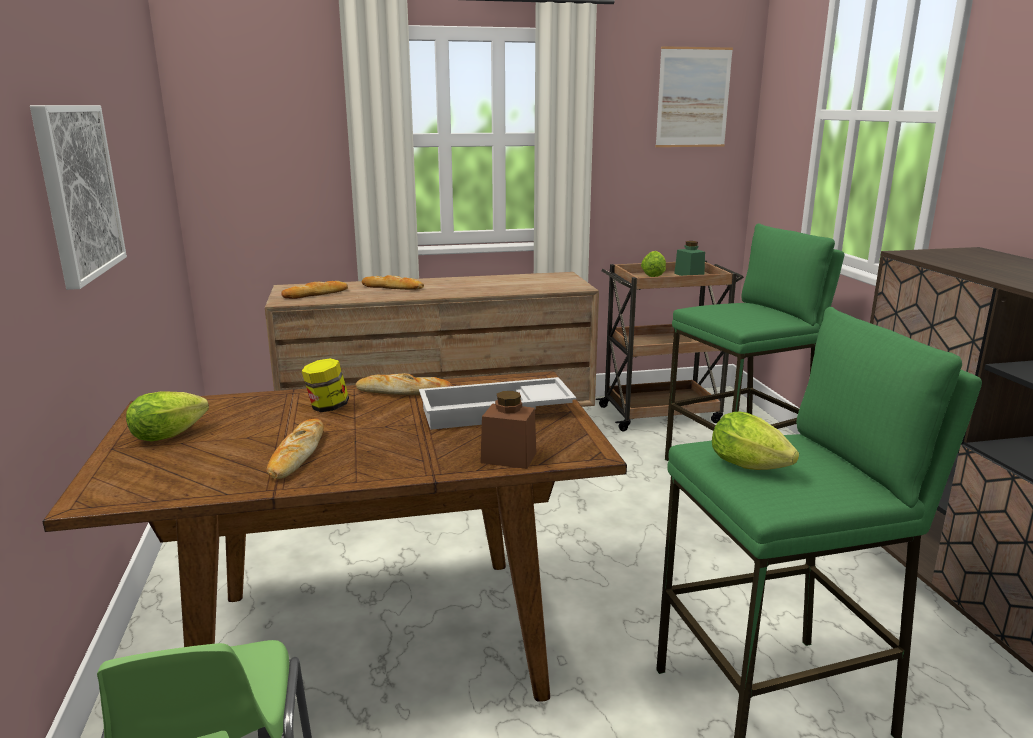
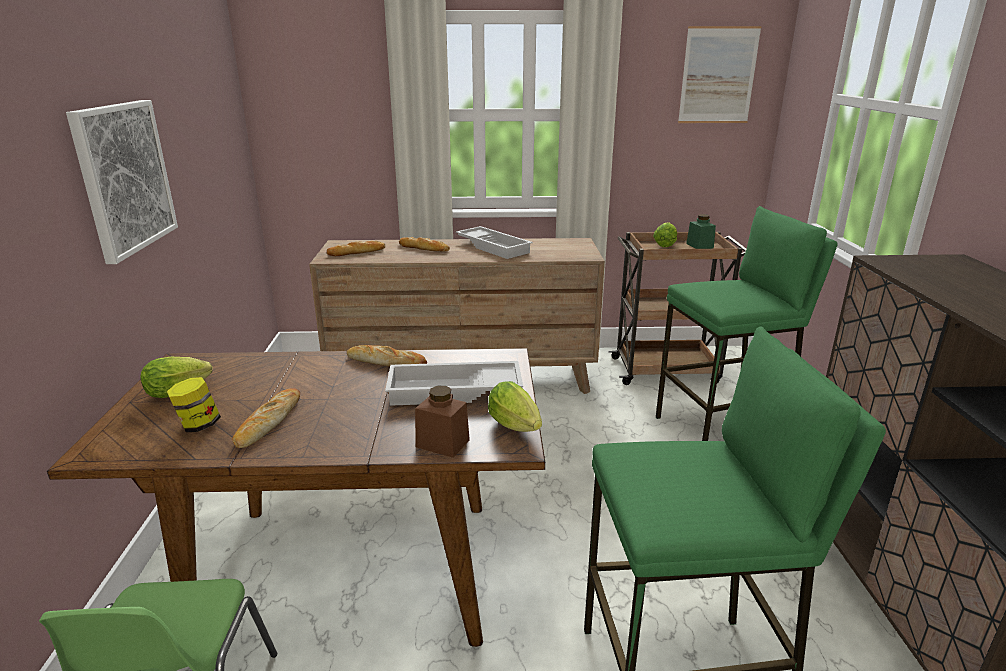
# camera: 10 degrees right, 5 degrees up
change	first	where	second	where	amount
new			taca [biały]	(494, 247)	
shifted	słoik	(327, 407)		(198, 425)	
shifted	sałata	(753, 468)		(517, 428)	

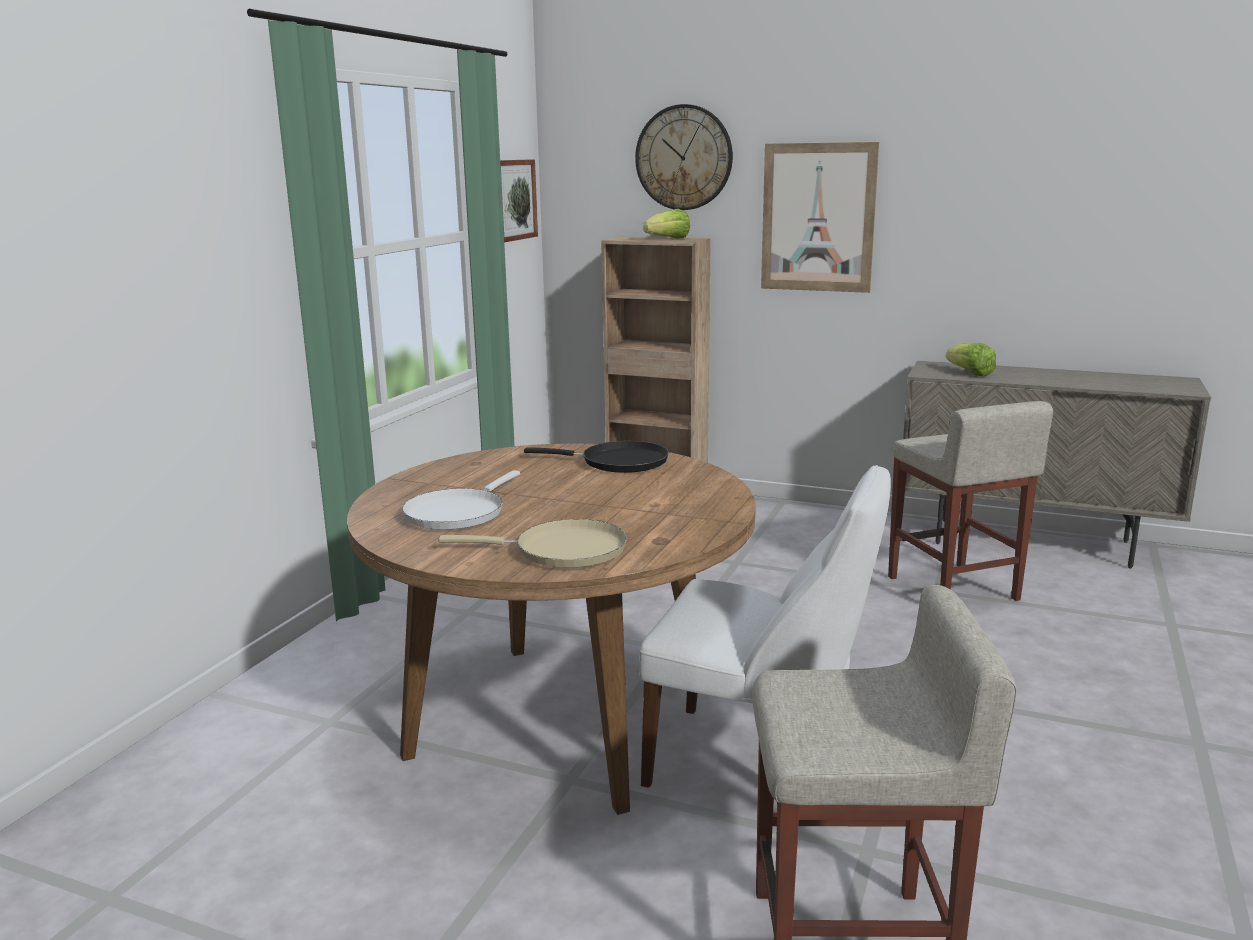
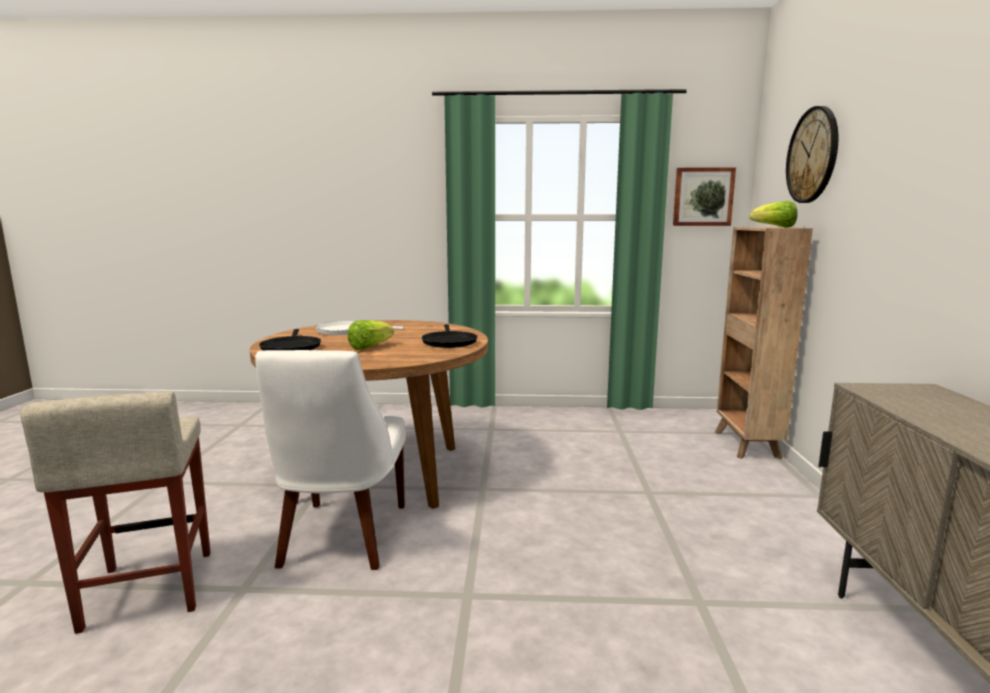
# camera: 70 degrees right, 5 degrees down
change	first	where	second	where	amount
gone	obraz	(818, 218)			
gone	stołek [beżowy]	(953, 589)			
shifted	sałata	(969, 373)		(369, 347)	
repainted	patelnia [beżowy]	(562, 550)	patelnia [czarny]	(291, 347)	

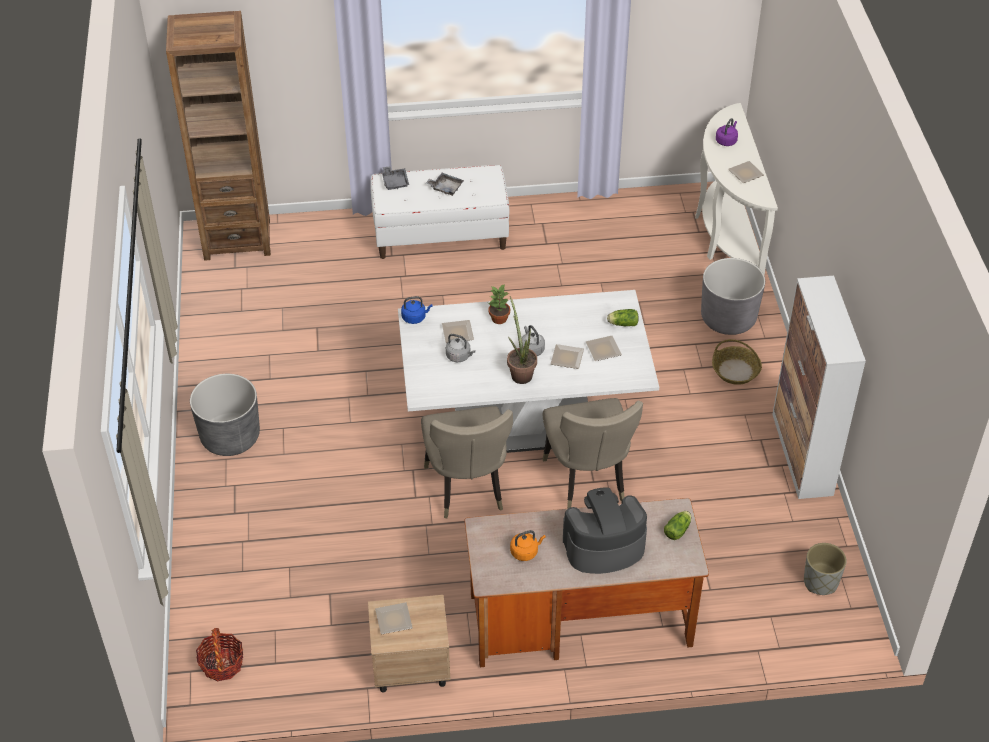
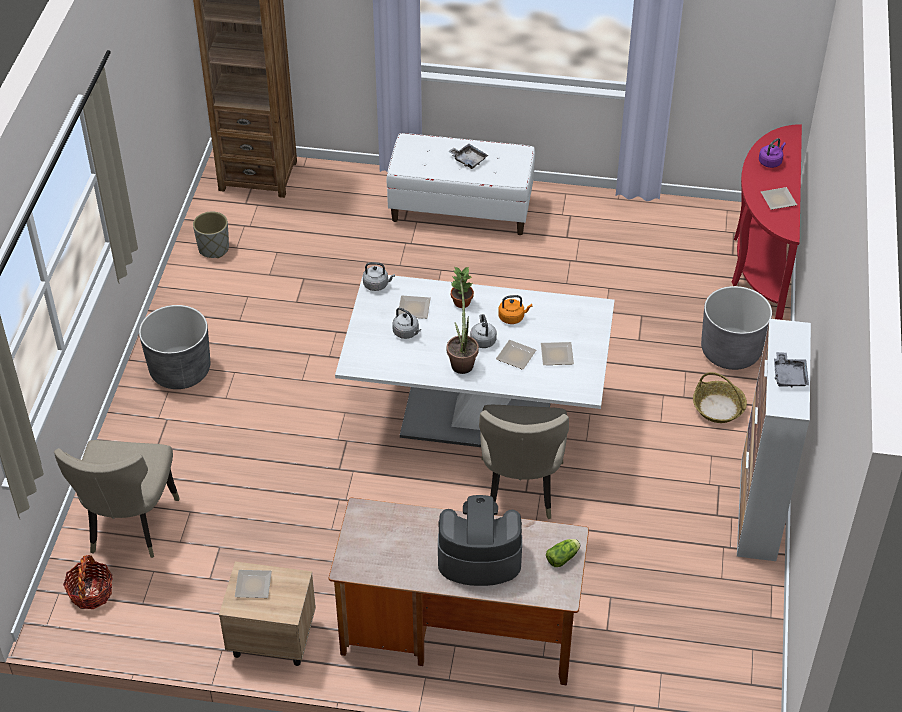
# camera: 15 degrees right, 0 degrees up
change	first	where	second	where	amount
gone	sałata	(622, 323)			
shifted	taca [szary]	(395, 182)		(789, 376)	
shifted	krzesło [beżowy]	(468, 489)		(129, 528)	
shifted	czajnik [pomarańczowy]	(525, 552)		(512, 317)	
shifted	donica [szary]	(820, 582)		(213, 249)	
repainted	czajnik [niebieski]	(415, 317)	czajnik [szary]	(377, 285)	
repainted	stolik konsolowy [biały]	(725, 235)	stolik konsolowy [czerwony]	(760, 263)	

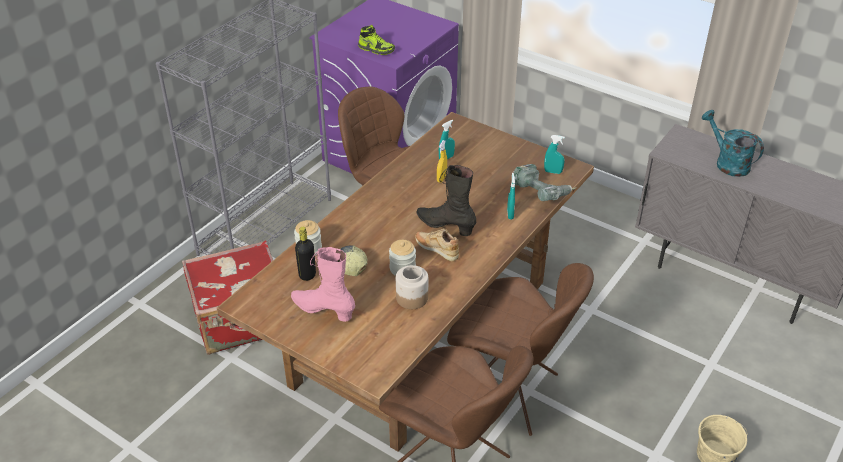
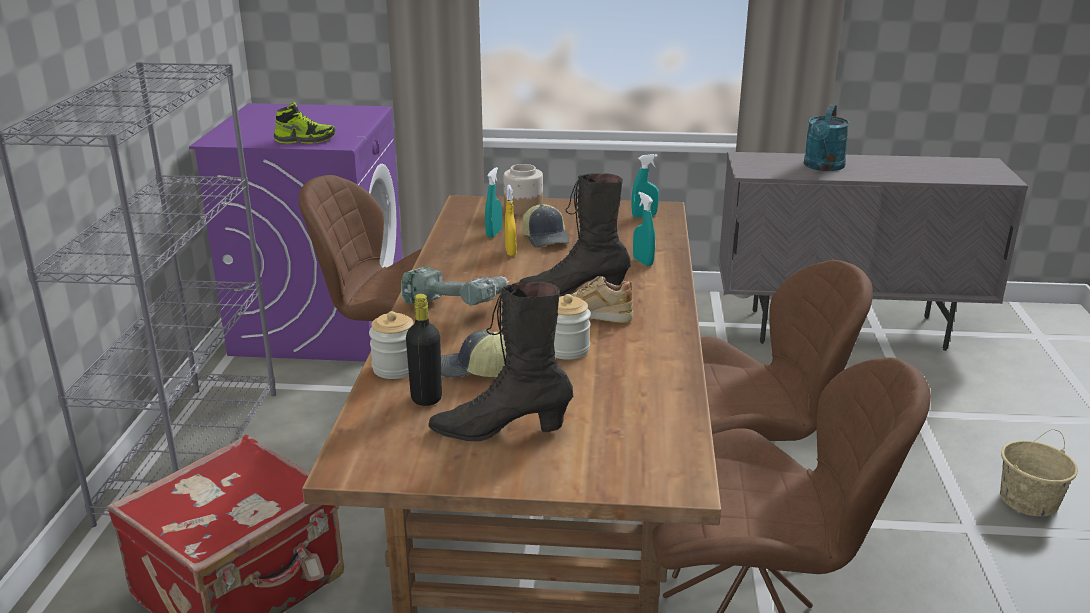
# camera: 30 degrees left, 15 degrees down
change	first	where	second	where	amount
new			czapka z daszkiem	(546, 238)	
shifted	słoik	(411, 298)		(523, 208)	
shifted	wiertarka	(542, 193)		(457, 306)	
repainted	but z cholewką [różowy]	(323, 310)	but z cholewką [czarny]	(500, 430)	
rotated	konewka [turkusowy]	(727, 163)		(823, 167)	90 degrees counterclockwise

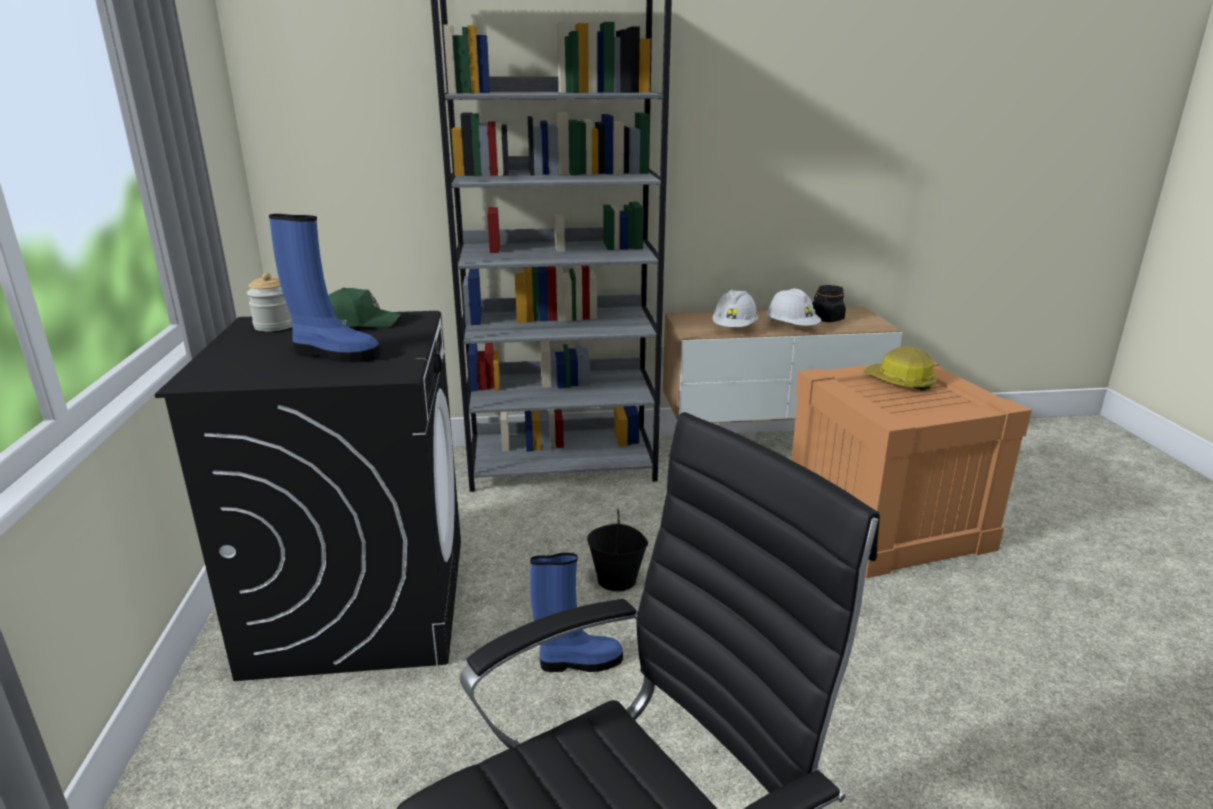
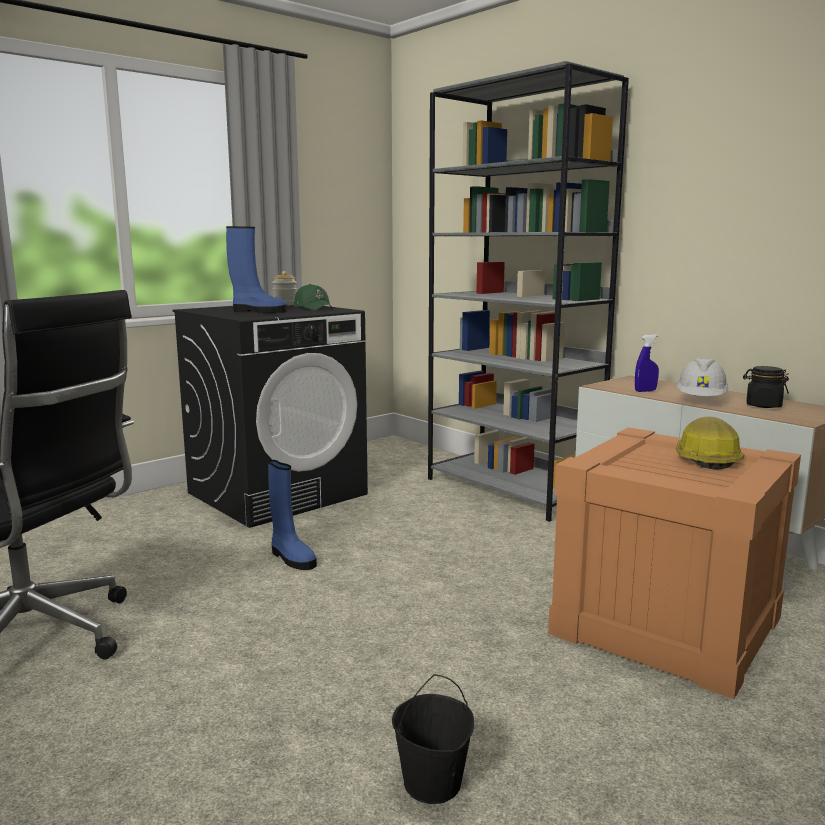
# camera: 55 degrees right, 10 degrees down
change	first	where	second	where	amount
shifted	wiadro [czarny]	(617, 580)		(433, 783)	
swapped	kask [biały]	(734, 329)	spryskiwacz [niebieski]	(645, 391)	
rotated	but z cholewką [niebieski]	(334, 354)		(258, 311)	60 degrees counterclockwise

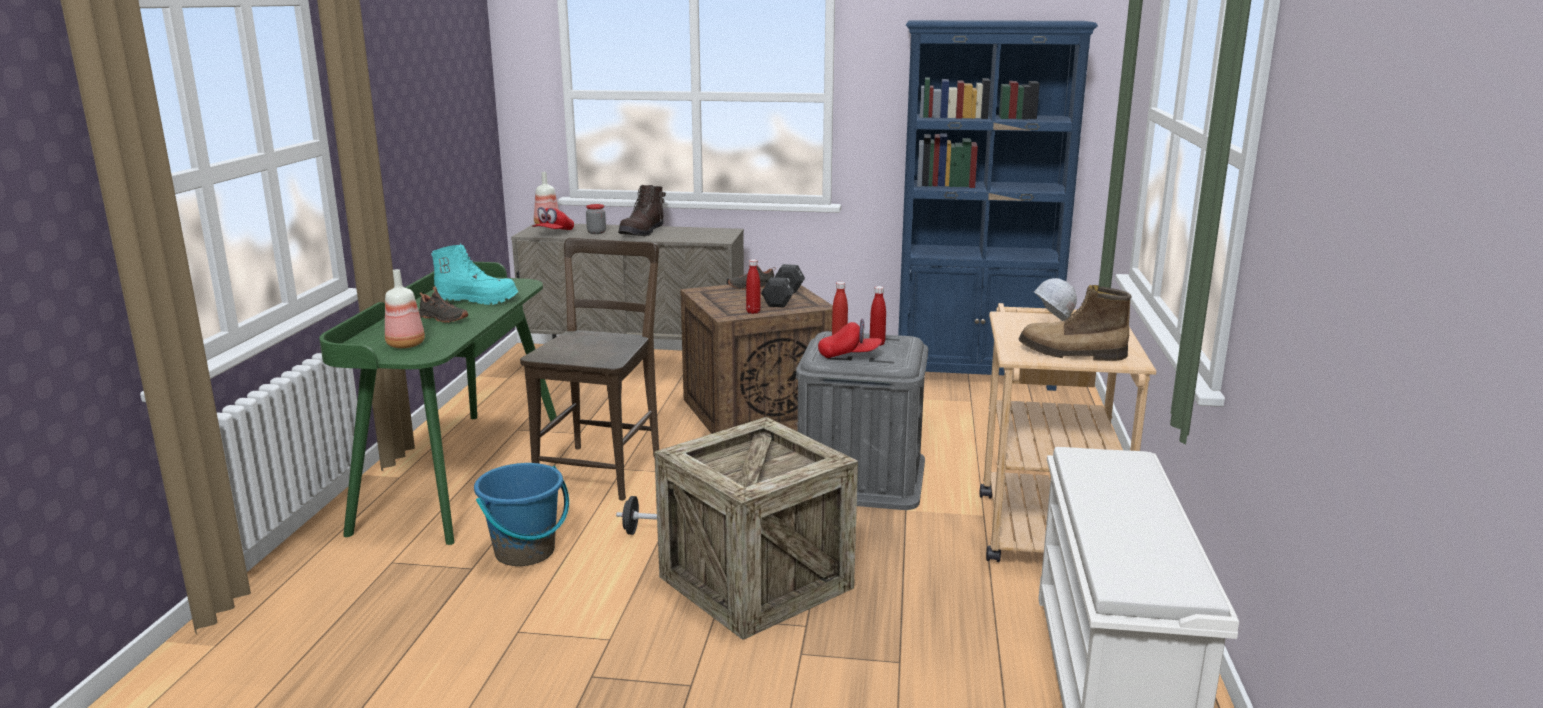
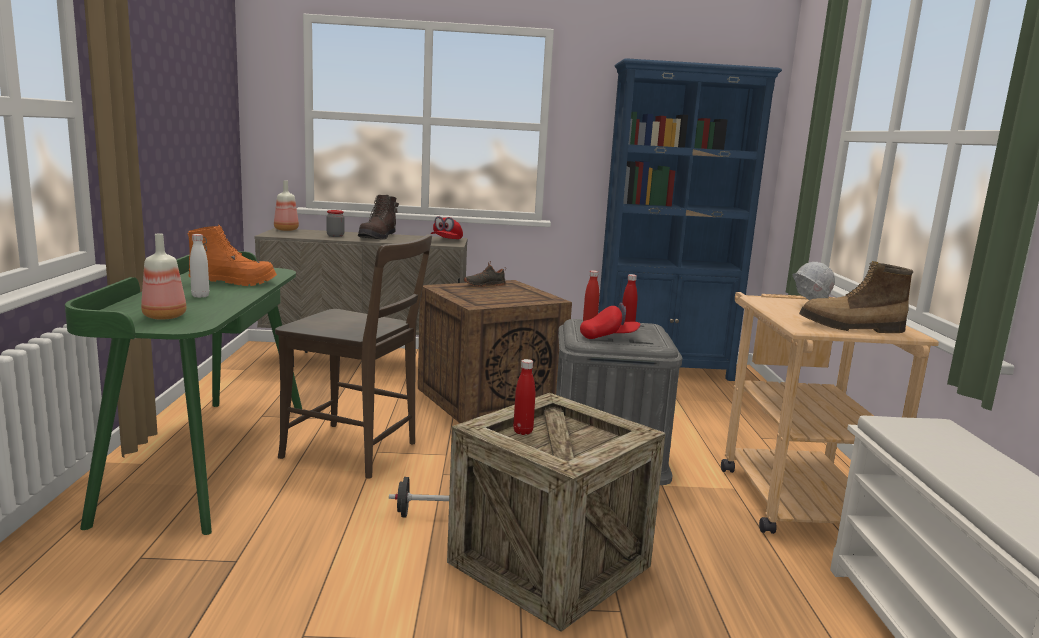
# camera: 10 degrees left, 5 degrees down
change	first	where	second	where	amount
gone	wiadro [niebieski]	(525, 552)			
gone	hantel [czarny]	(783, 298)			
shifted	czapka z daszkiem [czerwony]	(554, 233)		(446, 241)	
shifted	butelka [czerwony]	(753, 312)		(523, 431)	
swapped	but [czarny]	(442, 319)	butelka [biały]	(200, 296)	
repainted	but z cholewką [turkusowy]	(477, 300)	but z cholewką [pomarańczowy]	(233, 282)	
rotated	krzesło [brązowy]	(602, 469)		(356, 452)	105 degrees clockwise

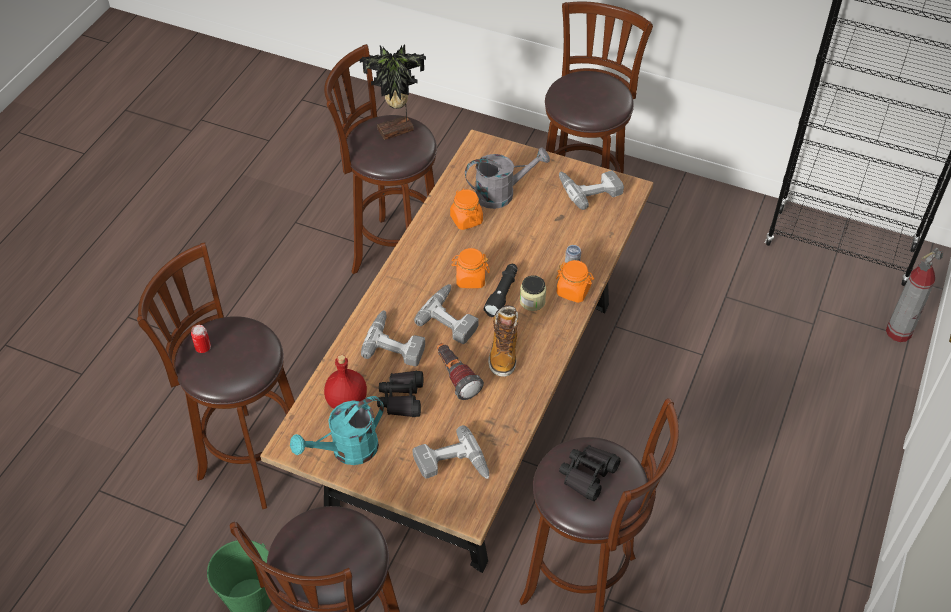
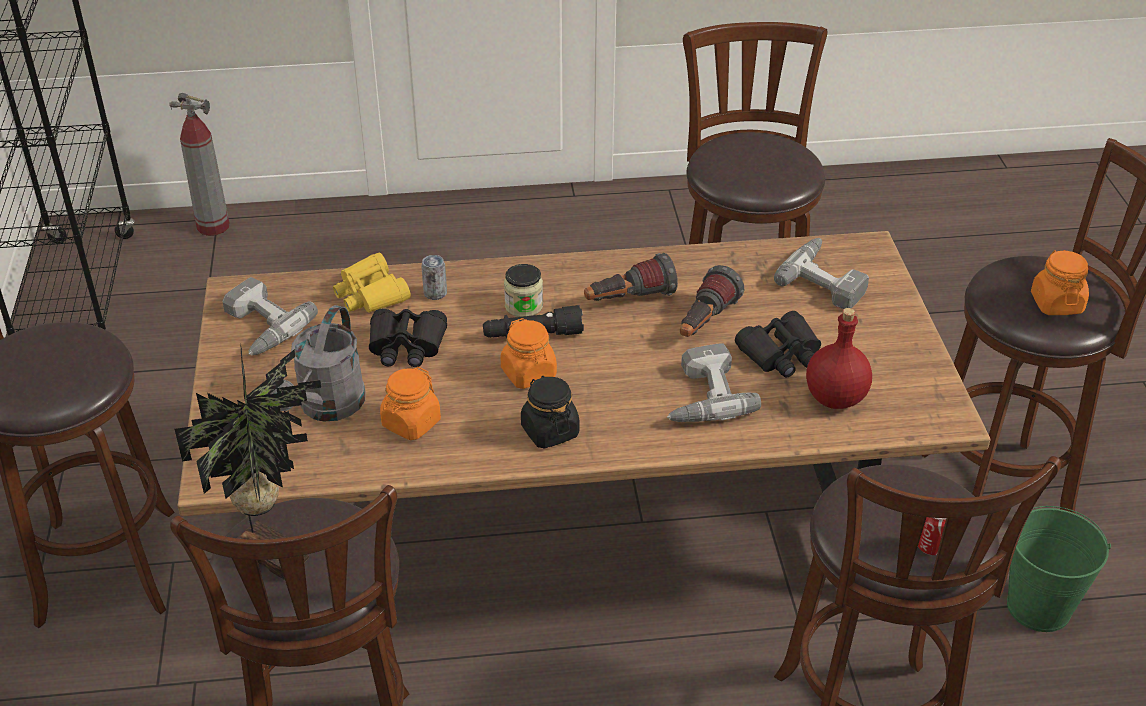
# camera: 120 degrees left, 10 degrees down
change	first	where	second	where	amount
gone	konewka [turkusowy]	(347, 451)			
gone	wiertarka	(452, 317)			
new			lornetka [żółty]	(371, 294)	
new			słoik [czarny]	(549, 431)	
shifted	słoik [pomarańczowy]	(573, 291)		(1056, 303)	
shifted	lornetka [czarny]	(587, 475)		(406, 346)	
swapped	but z cholewką	(503, 352)	latarka	(628, 300)	
rotated	konewka [szary]	(501, 194)		(327, 408)	120 degrees counterclockwise

